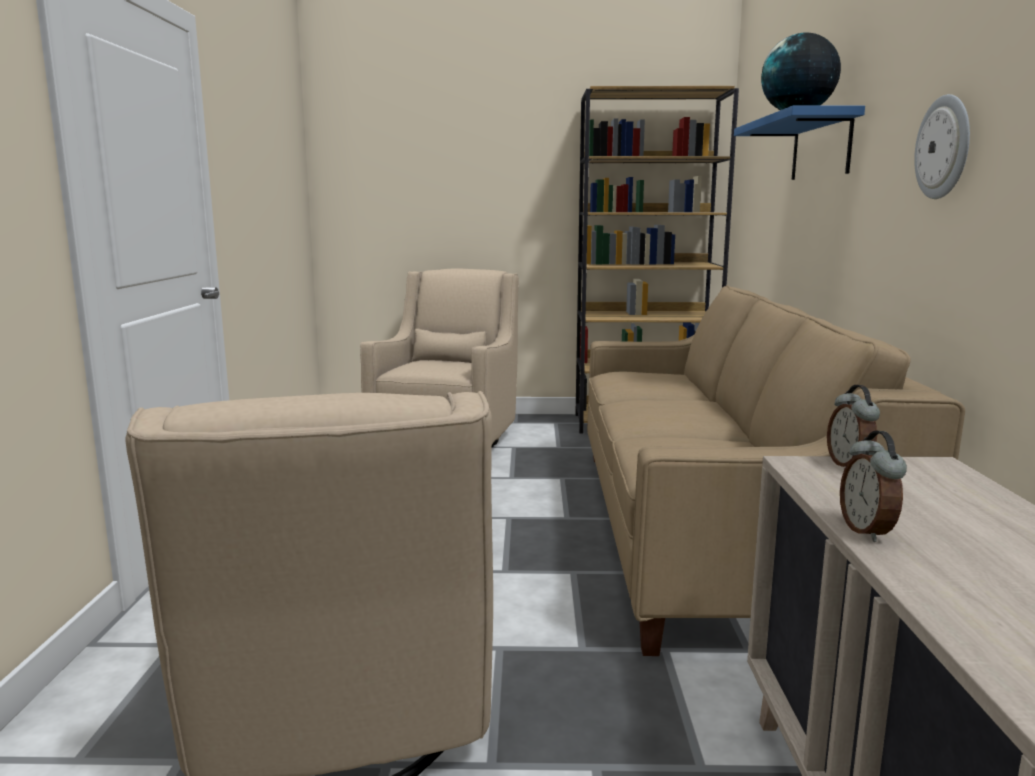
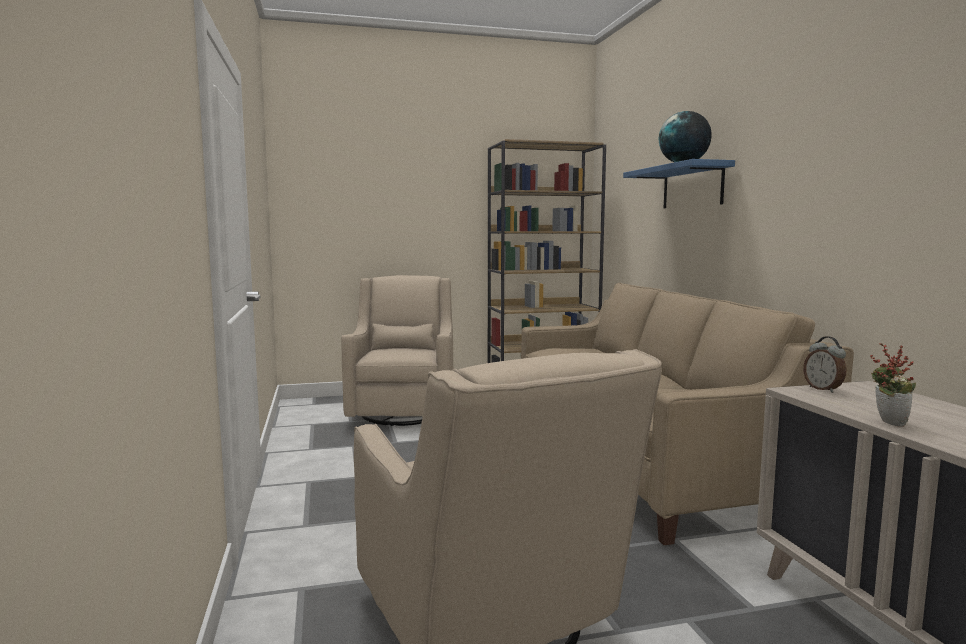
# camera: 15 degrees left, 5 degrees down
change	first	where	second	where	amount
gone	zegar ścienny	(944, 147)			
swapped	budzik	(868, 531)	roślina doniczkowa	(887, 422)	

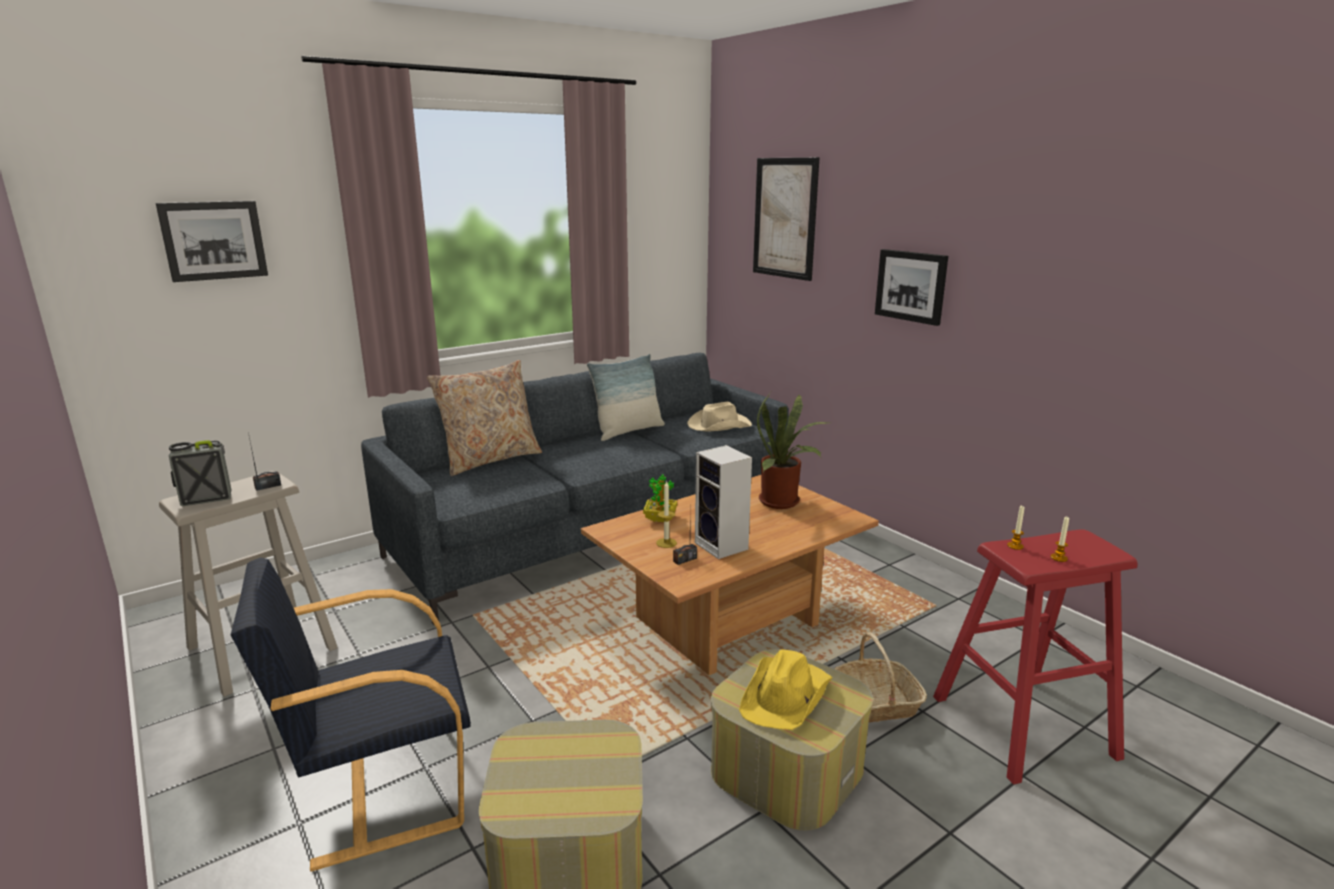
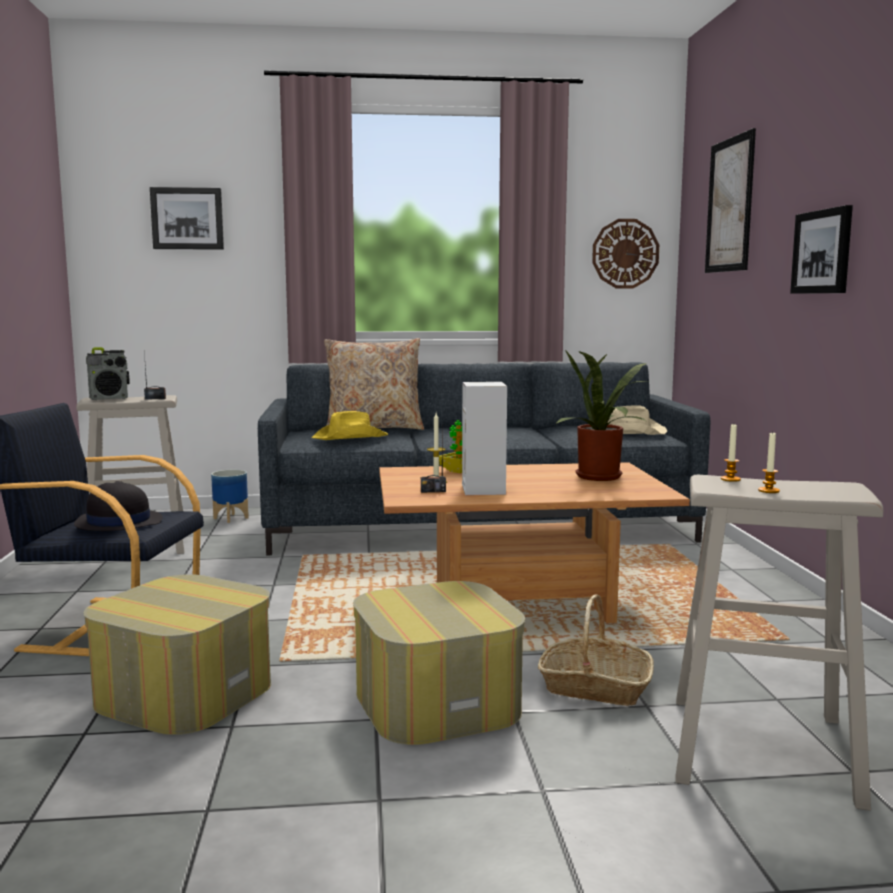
# camera: 30 degrees right, 10 degrees down
change	first	where	second	where	amount
gone	poduszka	(628, 431)			
new			kapelusz [czarny]	(118, 522)	
new			donica	(231, 518)	
new			zegar ścienny	(625, 253)	
shifted	kapelusz [żółty]	(786, 695)		(351, 437)	
repainted	stołek [czerwony]	(1022, 726)	stołek [beżowy]	(760, 748)	
rotated	radio	(206, 498)		(109, 399)	150 degrees clockwise

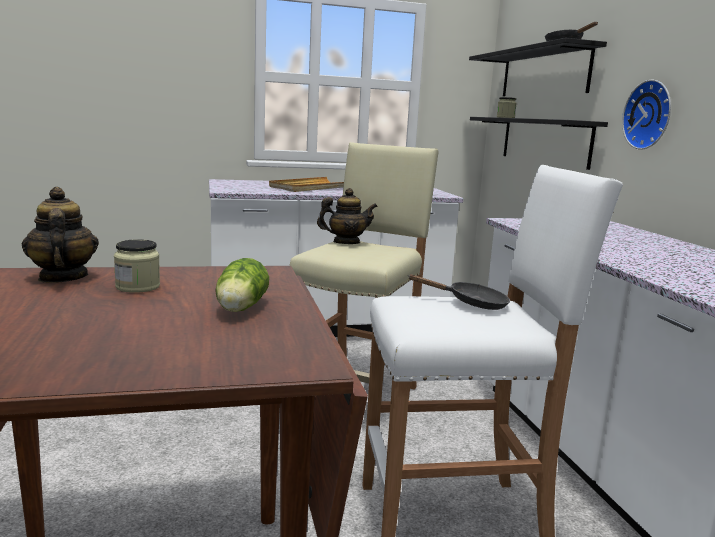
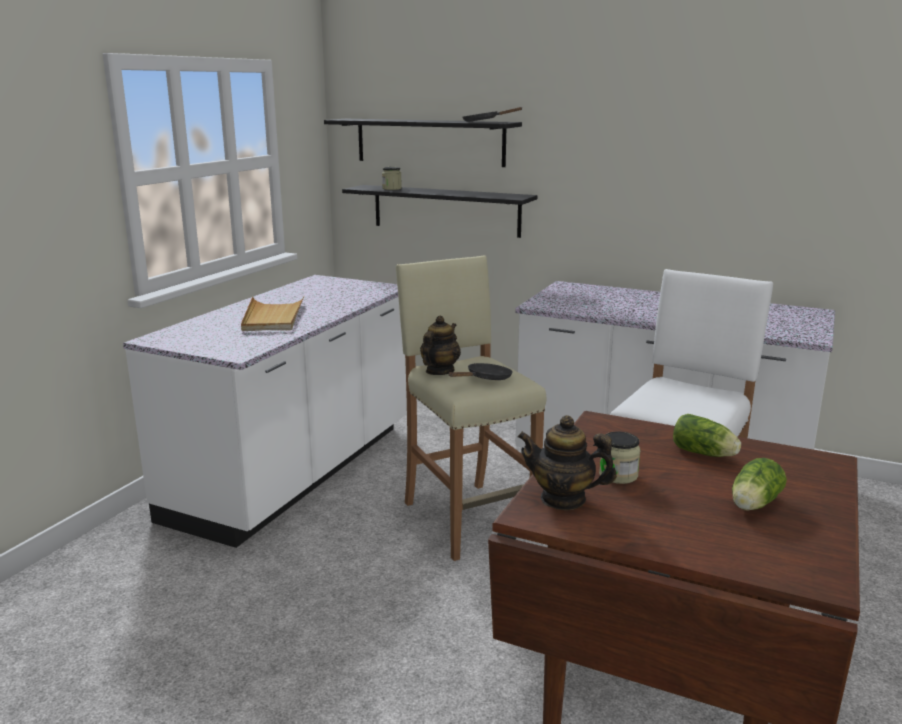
# camera: 50 degrees left, 5 degrees up
change	first	where	second	where	amount
gone	zegar ścienny	(650, 115)			
new			sałata	(753, 505)	
shifted	patelnia [czarny]	(471, 303)		(486, 379)	

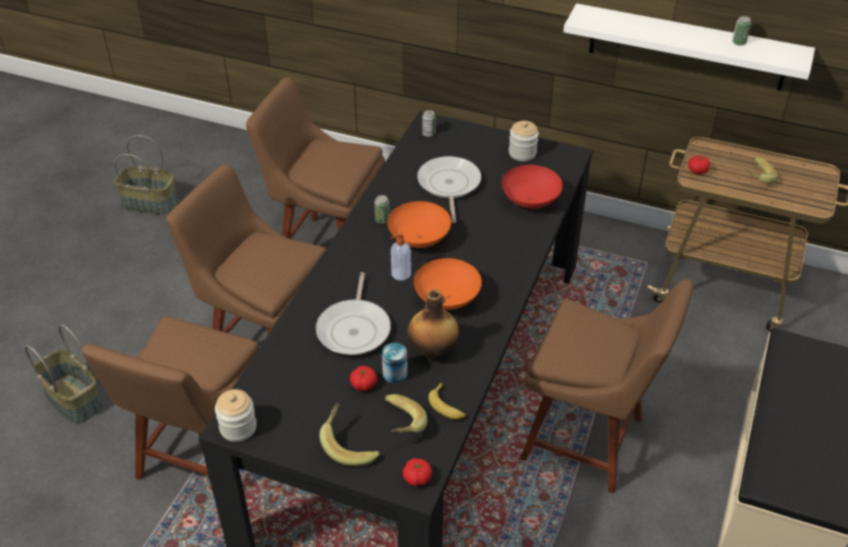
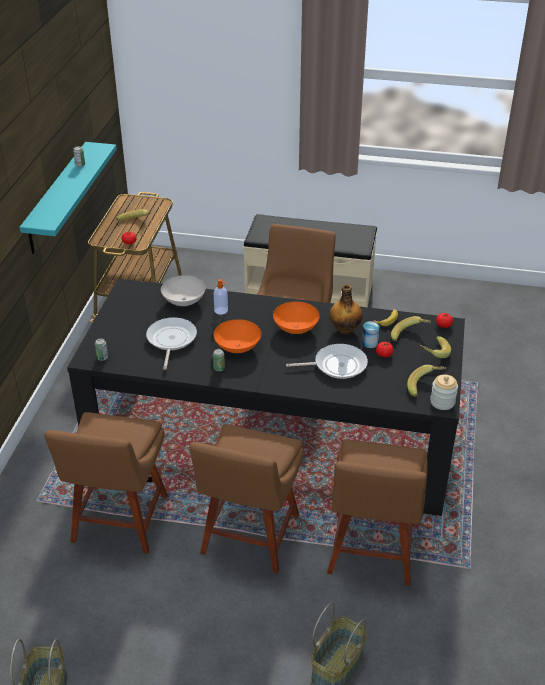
# camera: 100 degrees left, 5 degrees down
change	first	where	second	where	amount
gone	słoik	(522, 153)			
new			banan	(425, 387)	
shifted	dozownik mydła	(400, 274)		(221, 311)	
repainted	miska [czerwony]	(531, 202)	miska [biały]	(184, 301)	
repainted	półka [biały]	(687, 47)	półka [turkusowy]	(57, 198)	
rotated	krzesło [brązowy]	(201, 460)		(371, 553)	90 degrees clockwise
rotated	patelnia	(449, 185)		(171, 340)	105 degrees clockwise

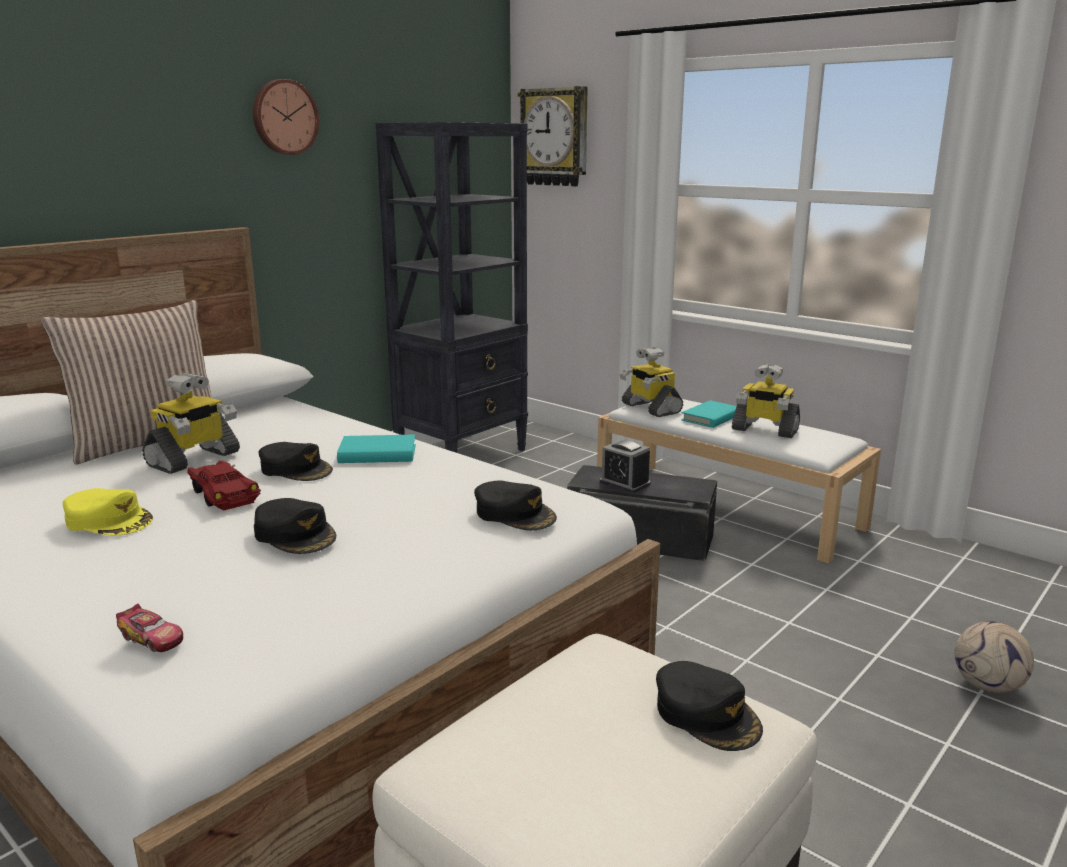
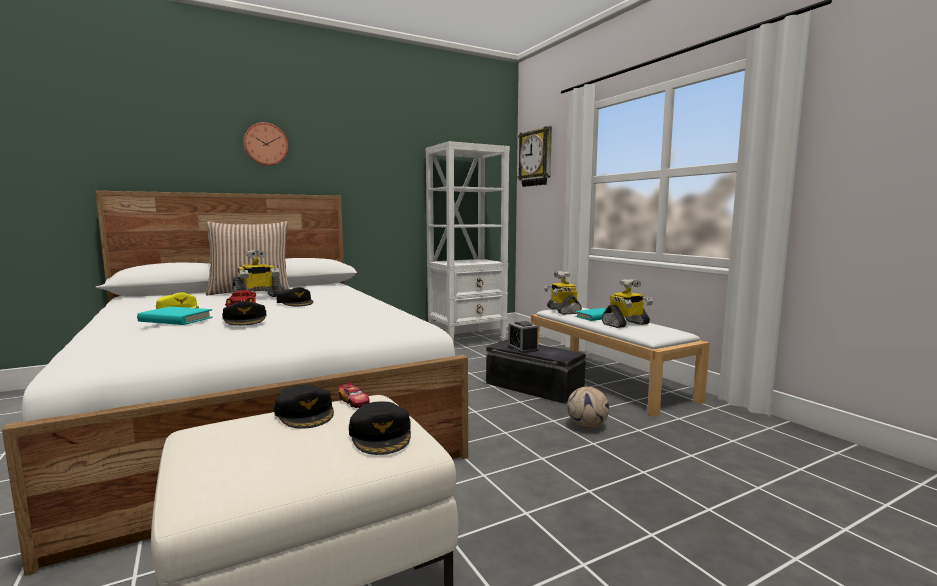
# camera: 20 degrees right, 10 degrees down
change	first	where	second	where	amount
shifted	samochodzik	(152, 638)		(354, 401)	
shifted	zegar ścienny	(284, 117)		(265, 144)	
shifted	książka [turkusowy]	(377, 454)		(175, 320)	
shifted	czapka z daszkiem [czarny]	(515, 514)		(305, 413)	
shifted	piłka futbolowa	(989, 686)		(587, 426)	
repainted	regał [czarny]	(463, 454)	regał [biały]	(467, 339)	
rotated	robot zabawkowy	(764, 430)		(625, 324)	75 degrees counterclockwise

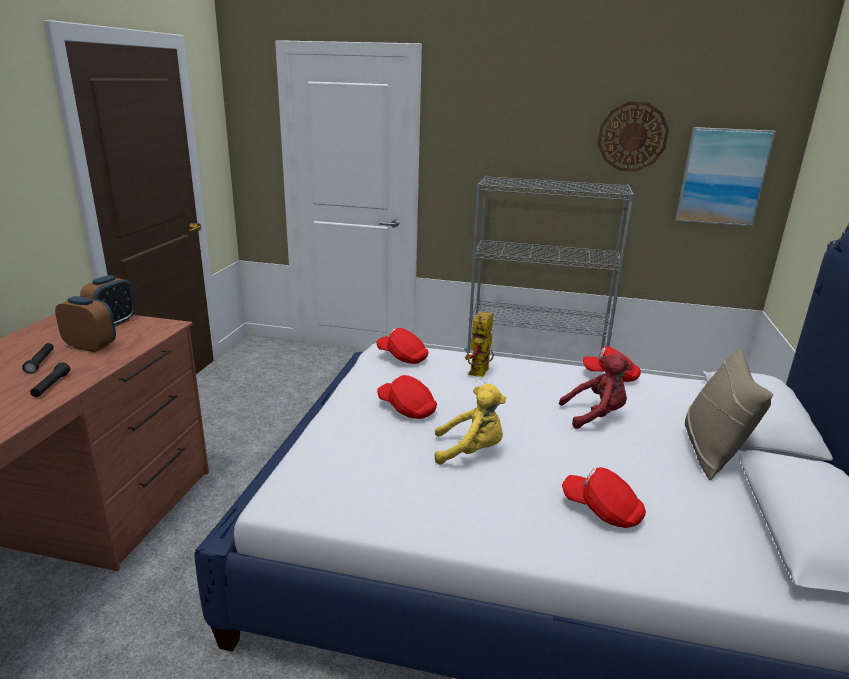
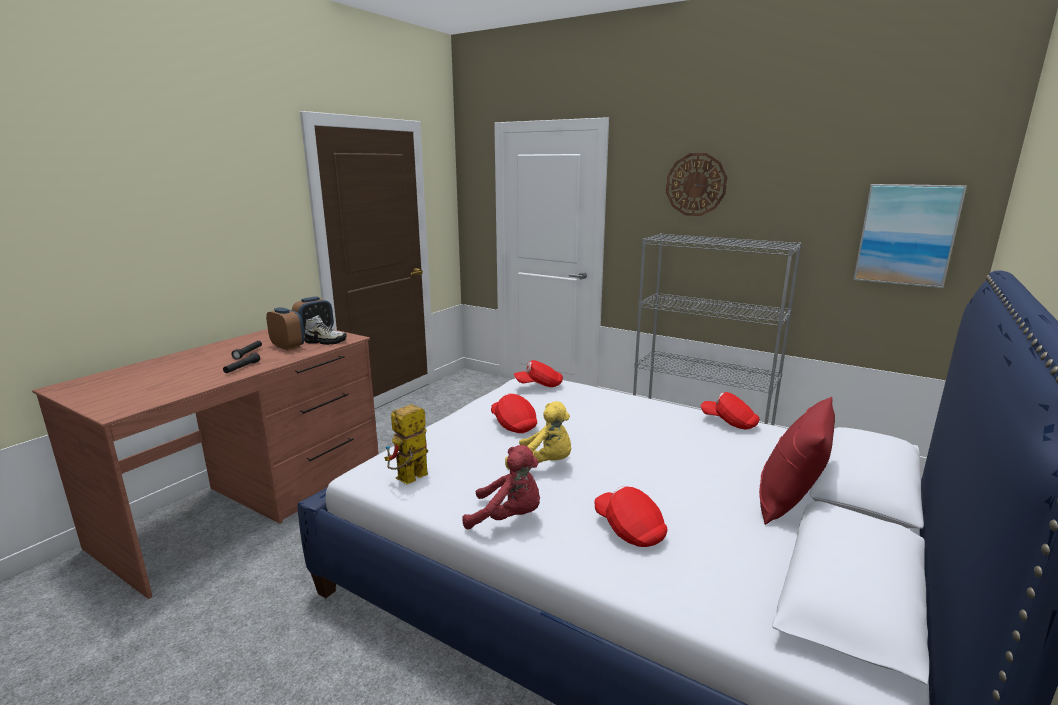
# camera: 20 degrees right, 5 degrees down
change	first	where	second	where	amount
new			but	(325, 342)	
shifted	robot zabawkowy	(479, 374)		(408, 480)	
shifted	pluszak [czerwony]	(596, 415)		(508, 517)	
shifted	zegar ścienny	(632, 137)		(696, 184)	
repainted	poduszka [beżowy]	(712, 452)	poduszka [czerwony]	(789, 501)	
rotated	czapka z daszkiem [czerwony]	(402, 357)		(539, 385)	60 degrees counterclockwise

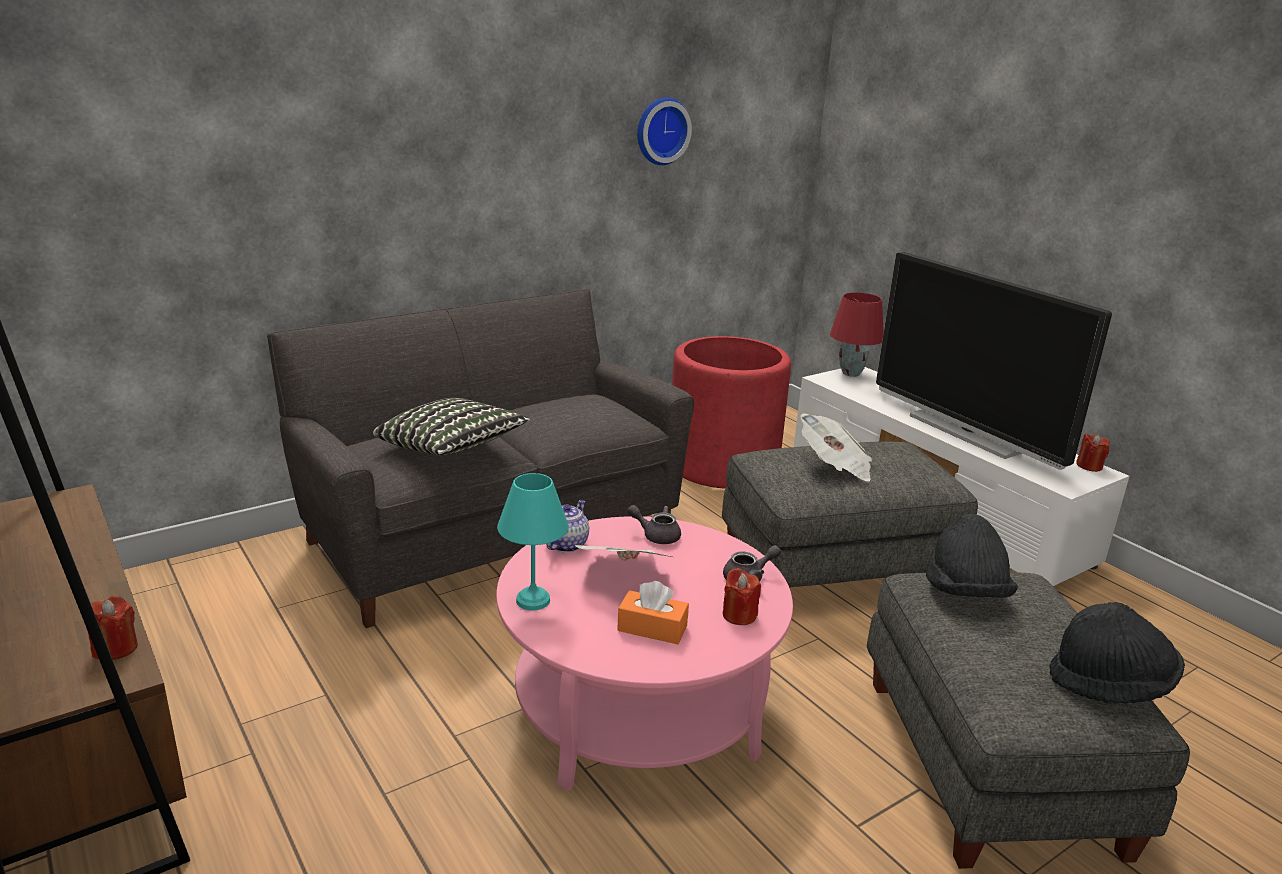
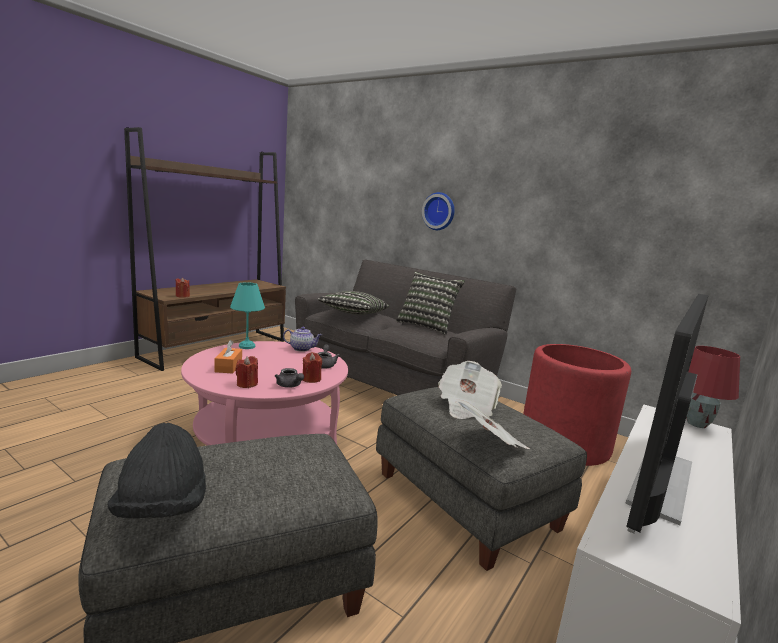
# camera: 70 degrees right, 10 degrees down
change	first	where	second	where	amount
gone	kapelusz [czarny]	(965, 593)			
new			poduszka	(427, 326)	
shifted	gazeta	(625, 574)		(489, 443)	
shifted	zegar ścienny	(660, 130)		(439, 211)	
shifted	świeca [czerwony]	(1089, 466)		(311, 379)	

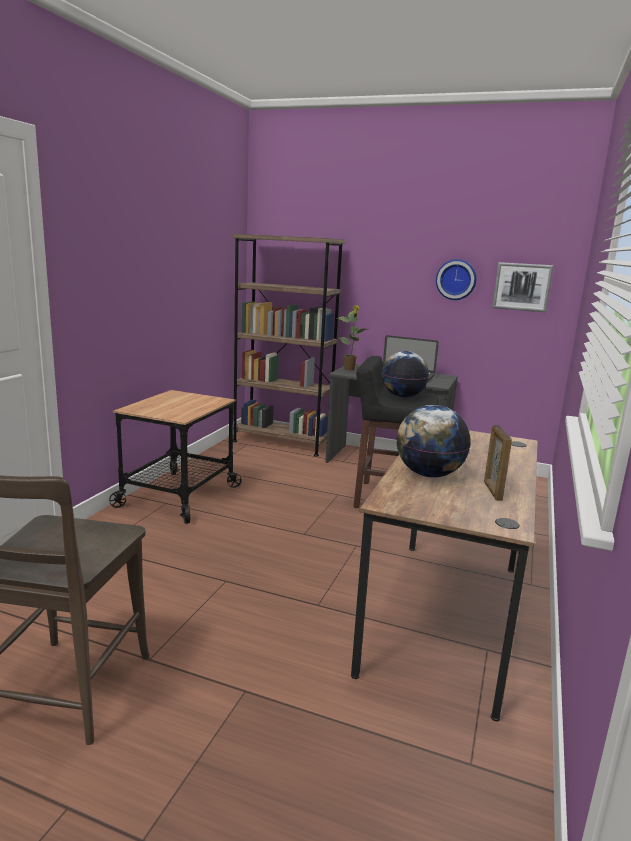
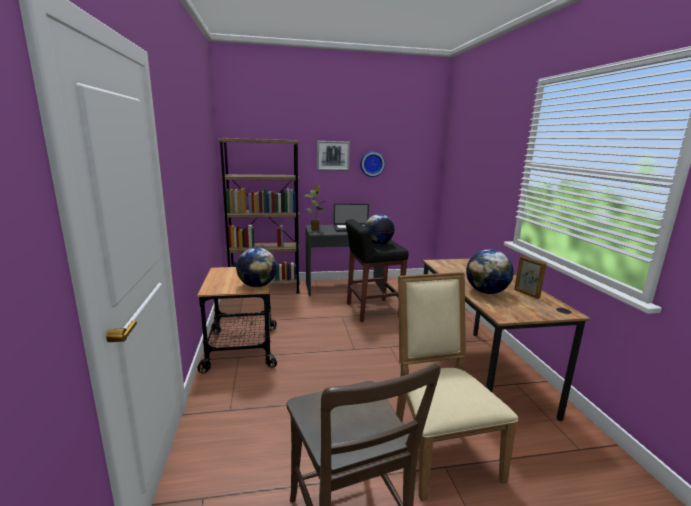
# camera: 30 degrees left, 0 degrees up
change	first	where	second	where	amount
new			globus	(257, 285)	
new			krzesło [beżowy]	(439, 449)	
shifted	obraz	(522, 287)		(333, 155)	

